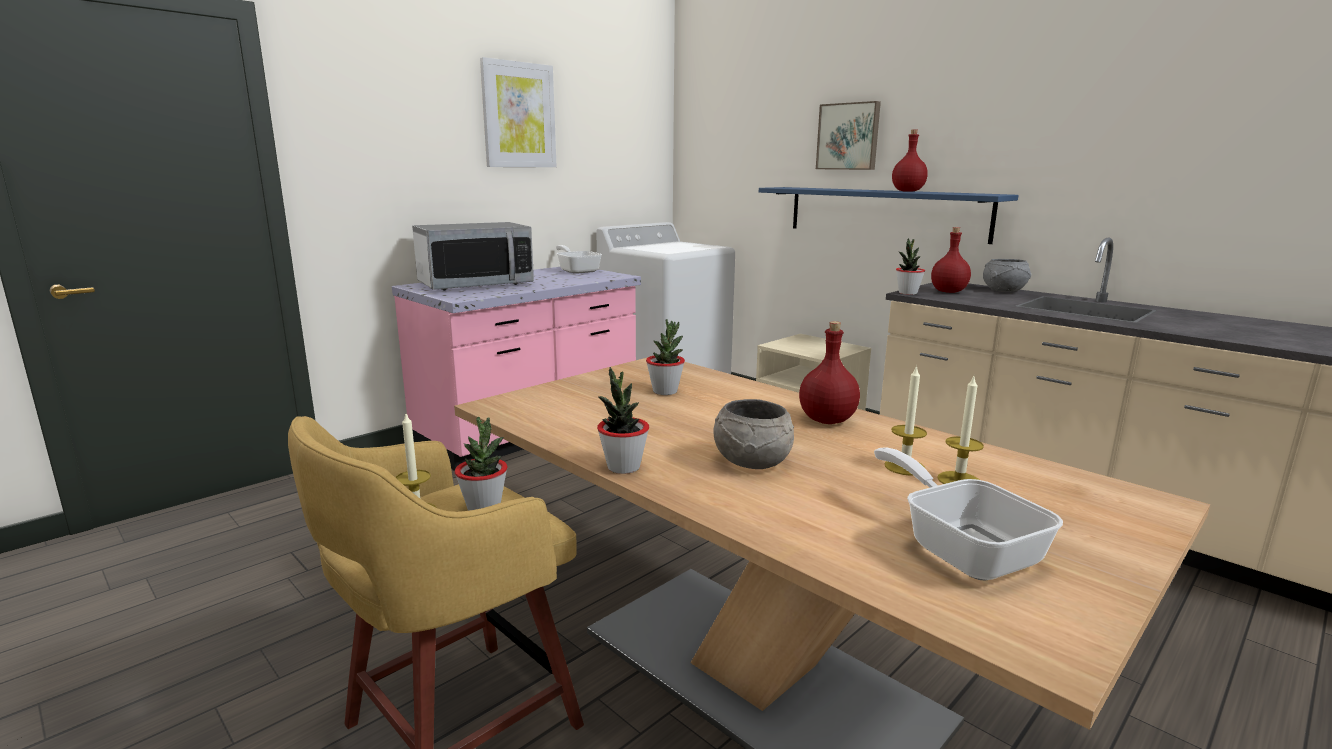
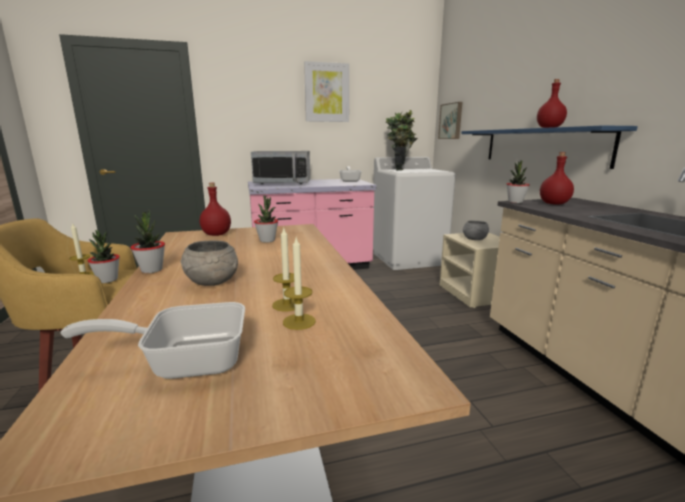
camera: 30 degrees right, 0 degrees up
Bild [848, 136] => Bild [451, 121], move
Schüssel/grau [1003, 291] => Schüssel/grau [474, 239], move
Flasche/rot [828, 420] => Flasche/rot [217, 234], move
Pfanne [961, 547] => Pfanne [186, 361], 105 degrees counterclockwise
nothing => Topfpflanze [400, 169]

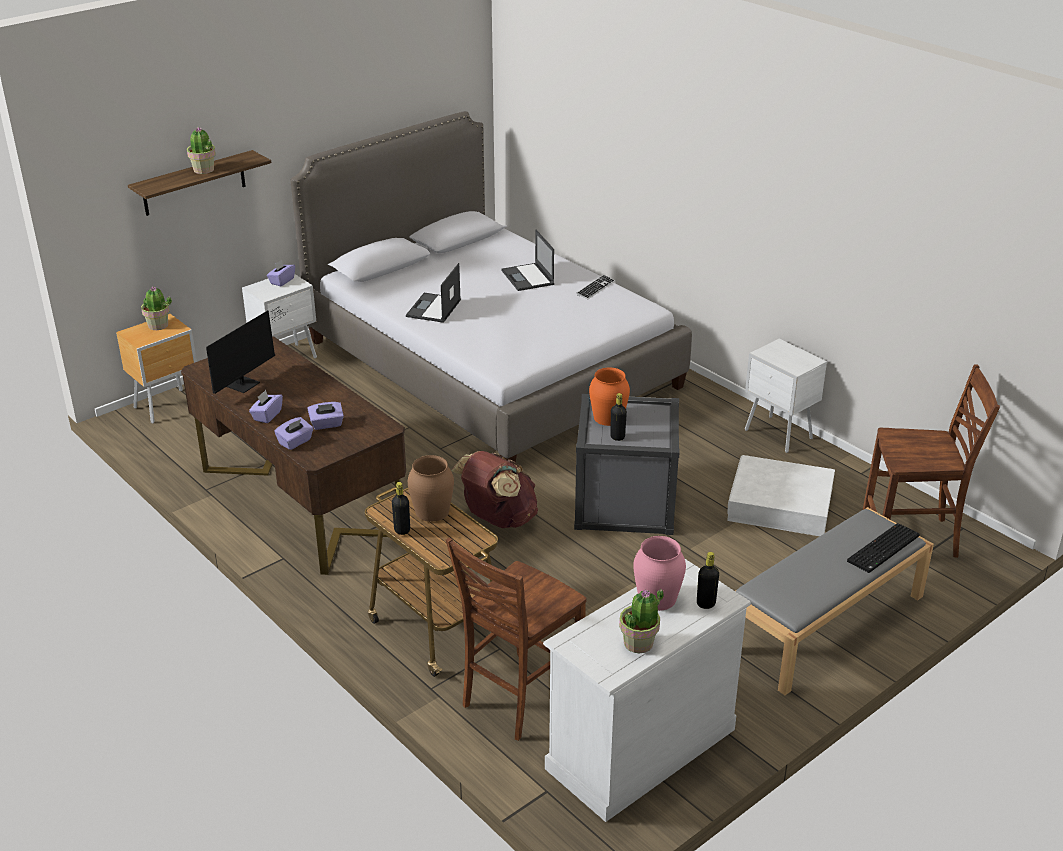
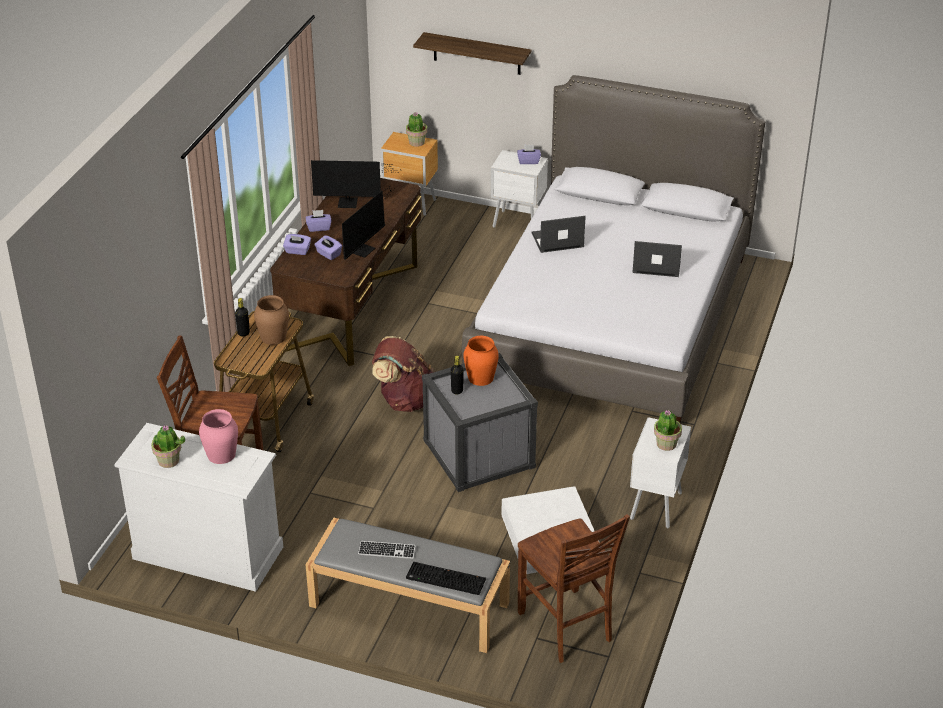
camera: 60 degrees right, 5 degrees up
Topfpflanze [203, 170] => Topfpflanze [666, 444], move
Laptop [528, 278] => Laptop [656, 264], 60 degrees clockwise
Tastatur [595, 288] => Tastatur [387, 551], move
Flasche/schwarz [706, 603] => nothing
nothing => Monitor [365, 248]

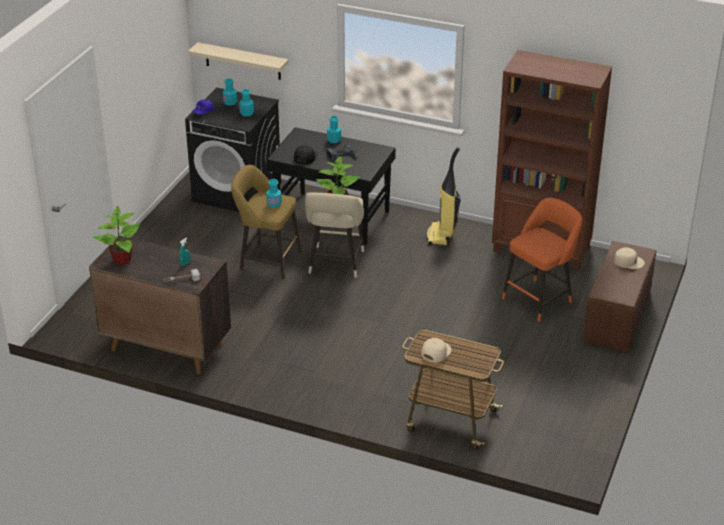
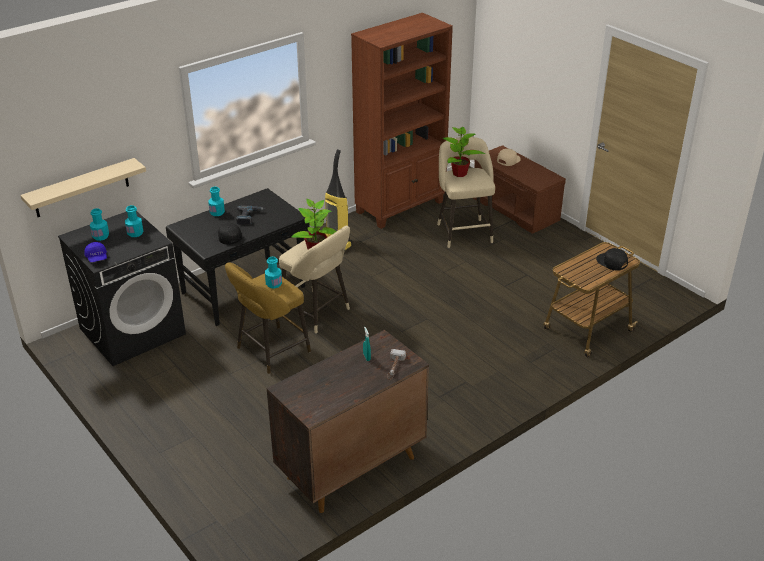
camera: 60 degrees left, 0 degrees up
Hocker/orange [539, 299] => Hocker/beige [463, 232]
Topfpflanze [122, 260] => Topfpflanze [459, 173], move
Kappe/beige [435, 352] => nothing
nothing => Kappe/schwarz [611, 262]

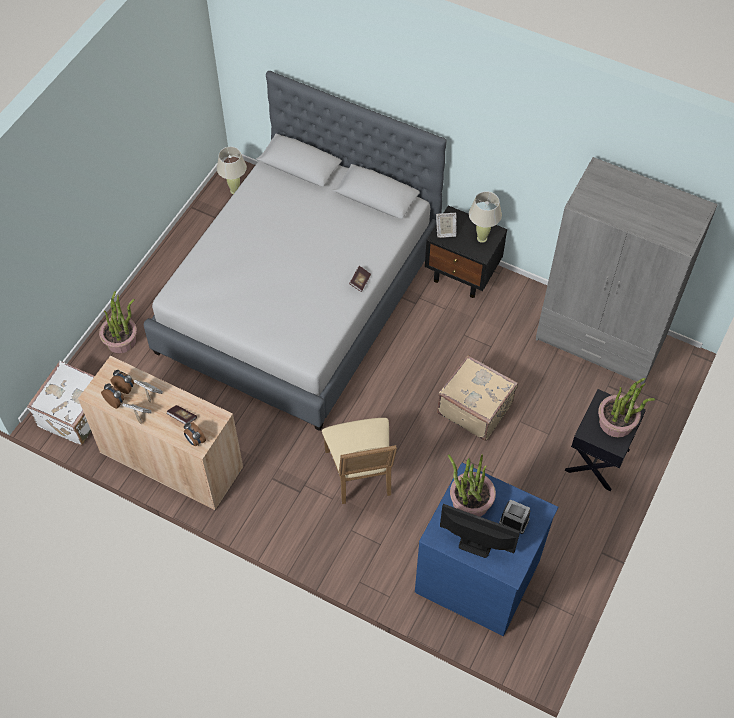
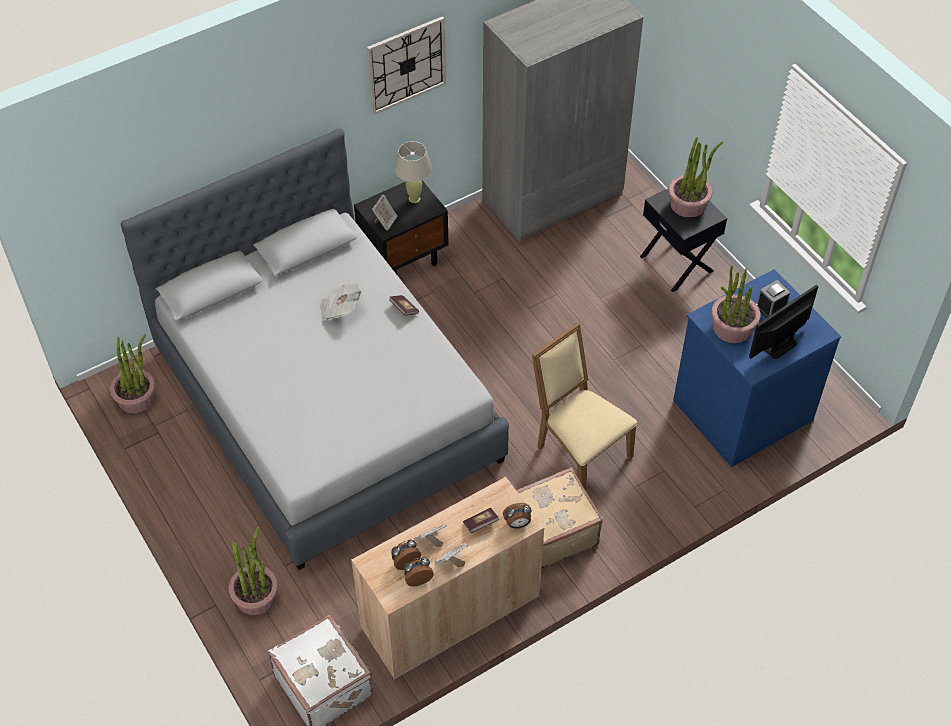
camera: 60 degrees left, 5 degrees down
Tischlampe/beige [235, 190] => Topfpflanze [136, 398]
Koffer/beige [475, 407] => Koffer/beige [551, 532], move
Stuhl/beige [361, 476] => Stuhl/beige [578, 450], 150 degrees counterclockwise
nothing => Wanduhr [406, 65]
nothing => Zeitung [340, 309]

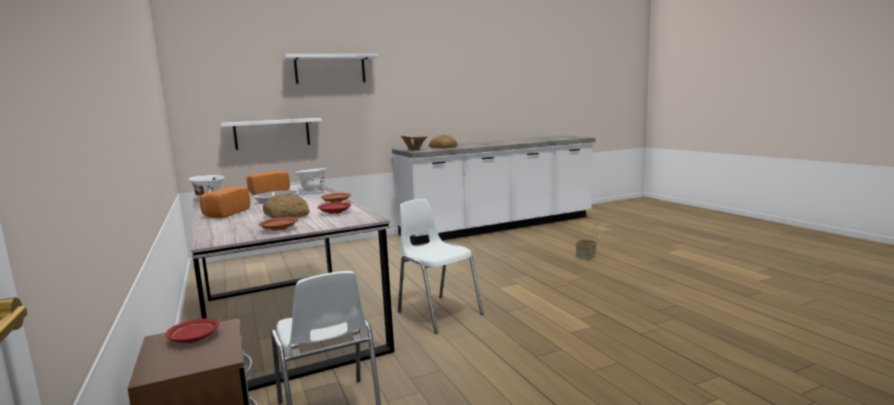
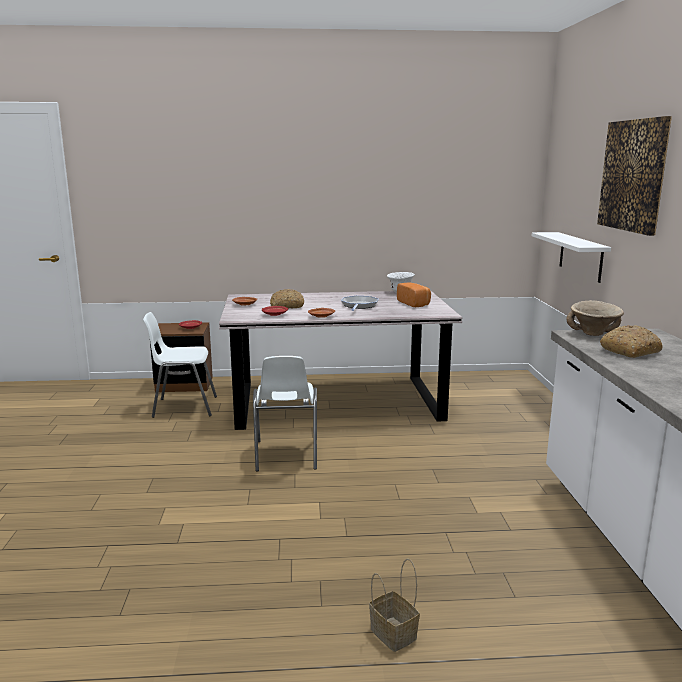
camera: 110 degrees right, 5 degrees up
Wandregal/weiß [330, 69] => Bild [633, 175]
Schüssel/weiß [313, 190] => nothing
Brot [225, 213] => nothing
Stuhl/weiß [438, 313] => Stuhl/weiß [286, 456], 105 degrees clockwise

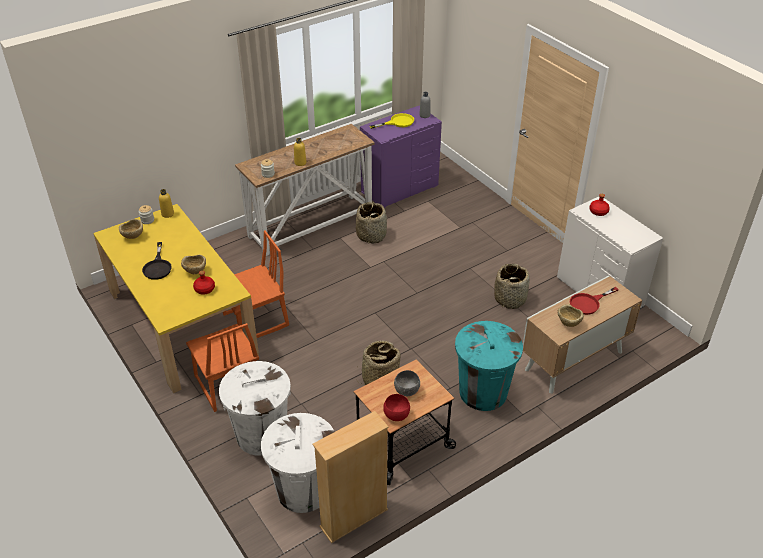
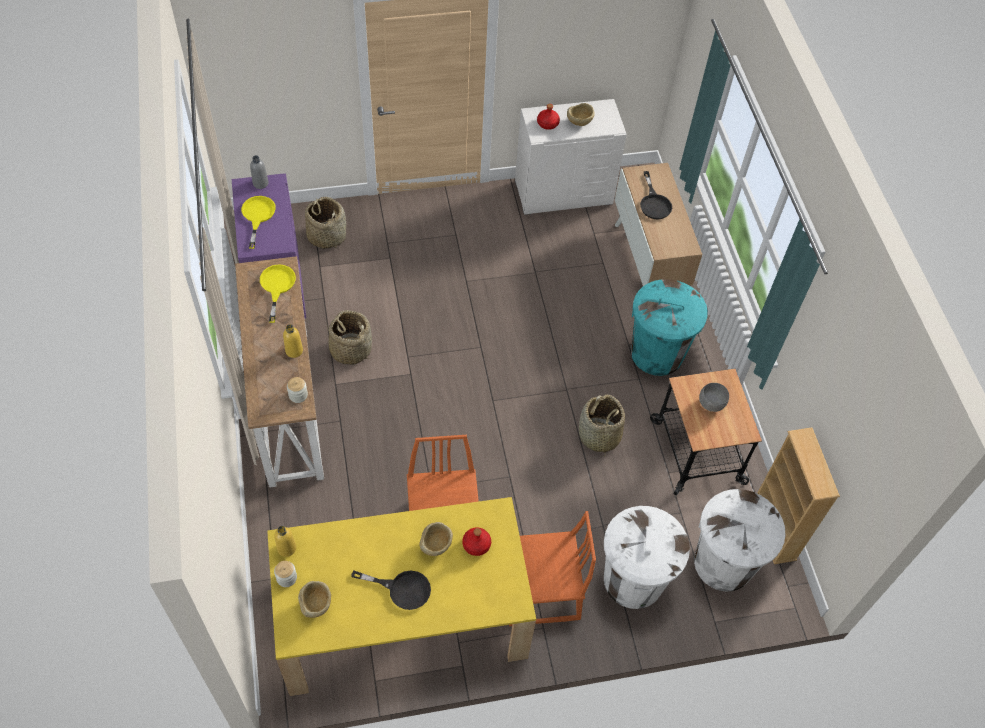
camera: 70 degrees left, 15 degrees up
Korb [510, 298] => Korb [326, 236], move
Pfanne/rot [588, 303] => Pfanne/schwarz [654, 203]
Schüssel/beige [568, 323] => Schüssel/beige [579, 123], move
Schüssel/rot [396, 415] => nothing
nothing => Pfanne/gelb [277, 286]

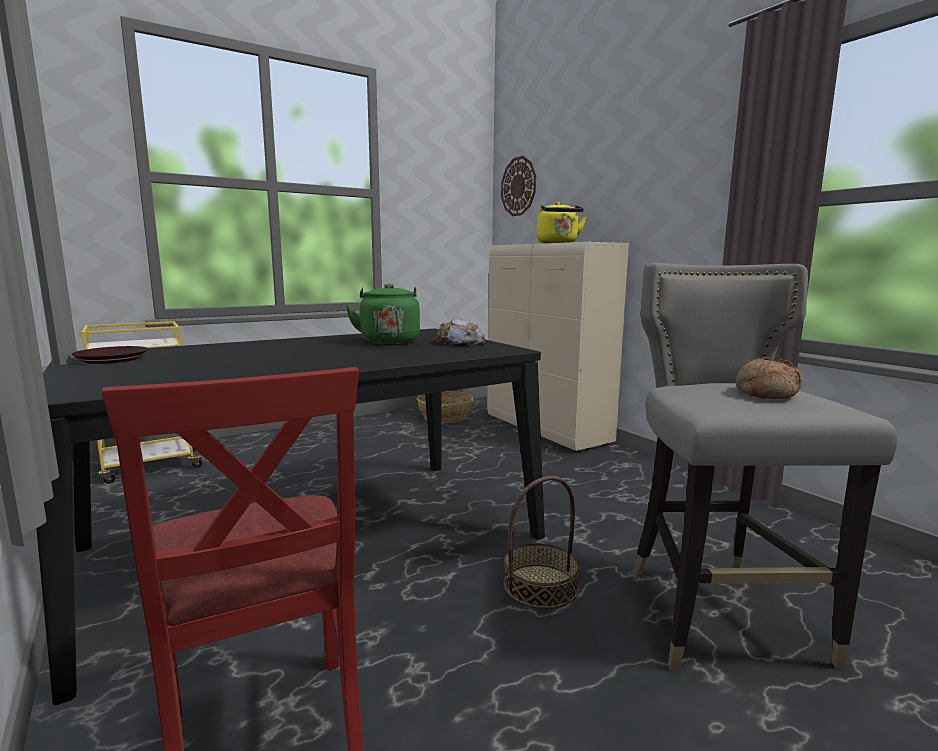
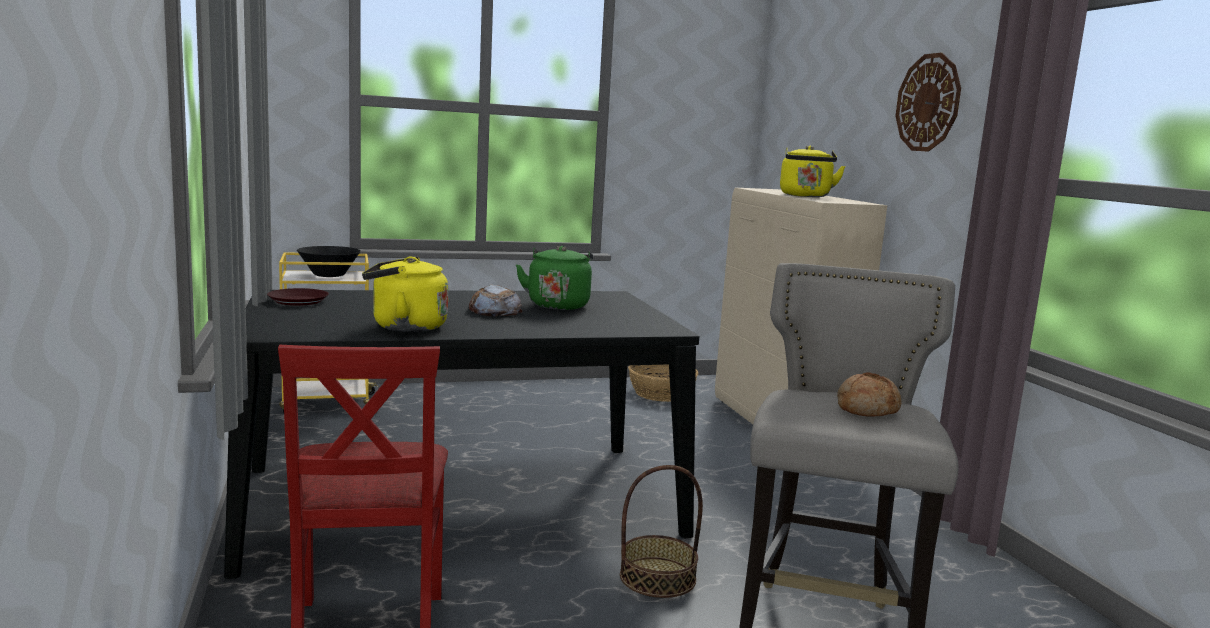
camera: 15 degrees right, 0 degrees up
Wanduhr [518, 186] => Wanduhr [928, 103], move
Brot [459, 342] => Brot [494, 311], move
nothing => Schüssel/schwarz [329, 275]
nothing => Wasserkessel/gelb [404, 327]

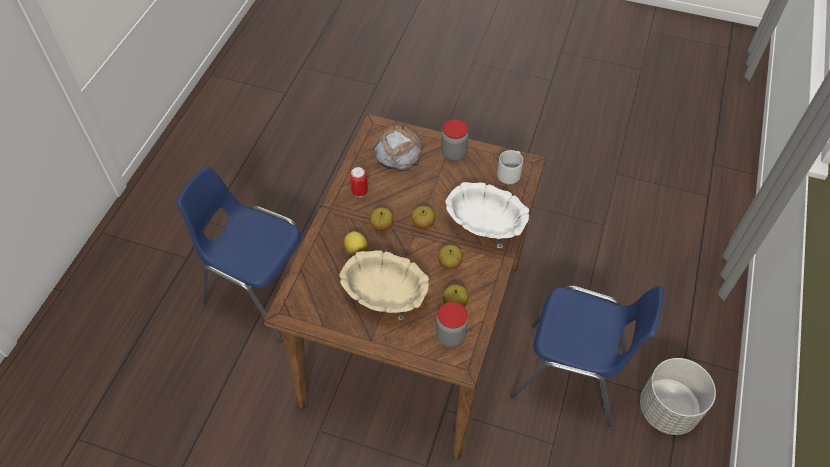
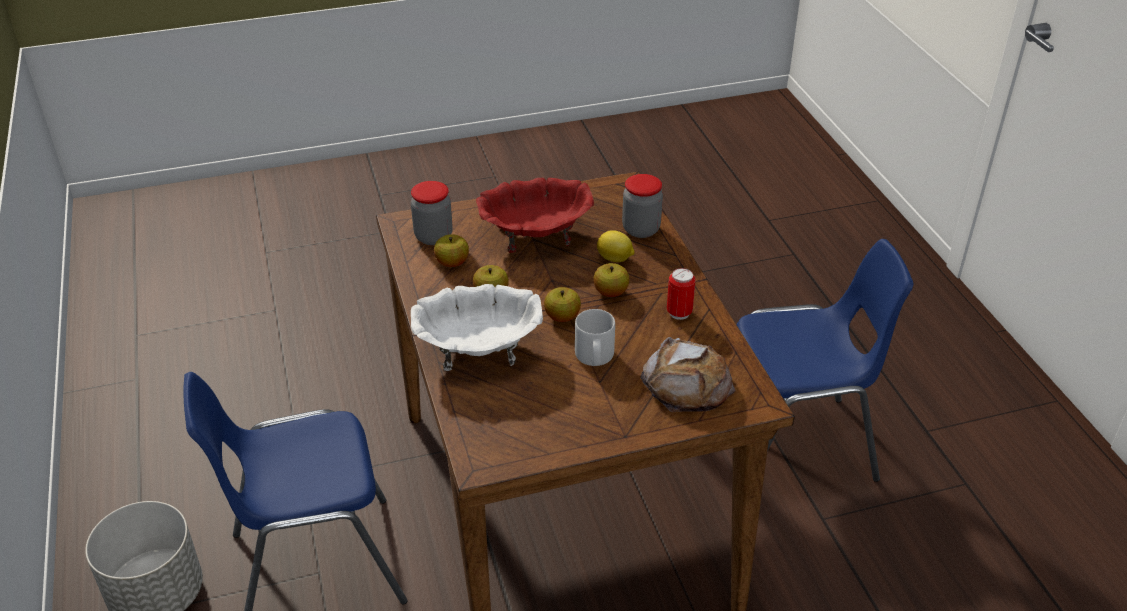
camera: 145 degrees right, 15 degrees down
Vorratsglas [453, 153] => Vorratsglas [641, 229], move
Henkelbecher/grau [510, 173] => Henkelbecher/grau [594, 357], move
Schüssel/beige [384, 297] => Schüssel/rot [536, 235]

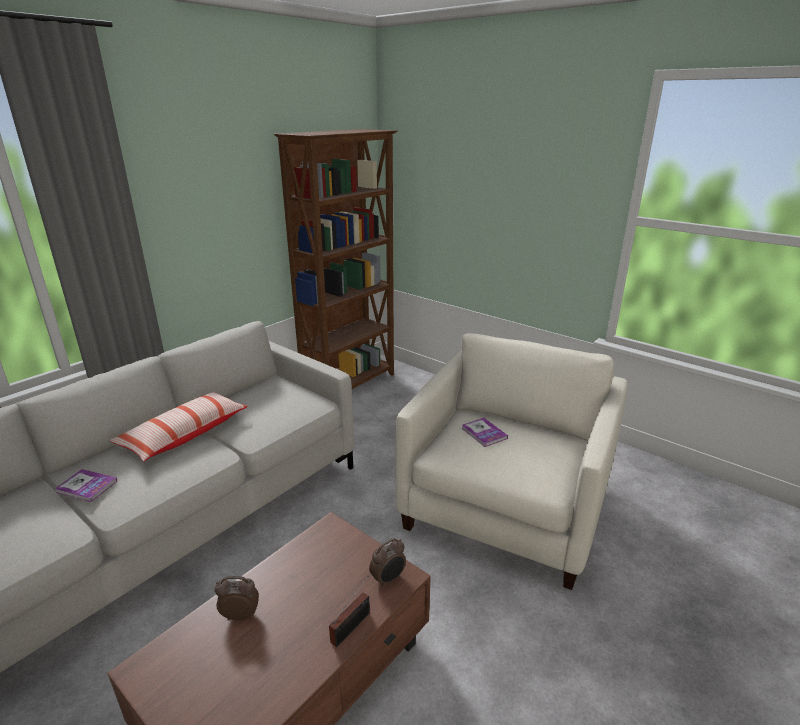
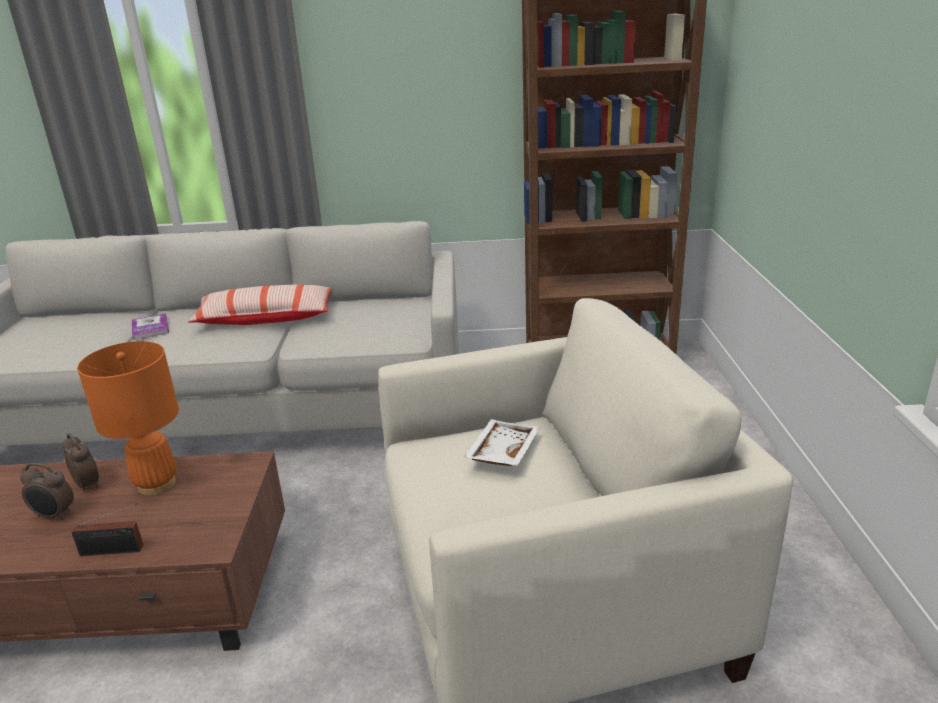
camera: 50 degrees right, 0 degrees up
Buch [484, 433] => Tablett/weiß [501, 452]
Wecker [388, 579] => Wecker [54, 516], move
nothing => Tischlampe/orange [156, 484]

